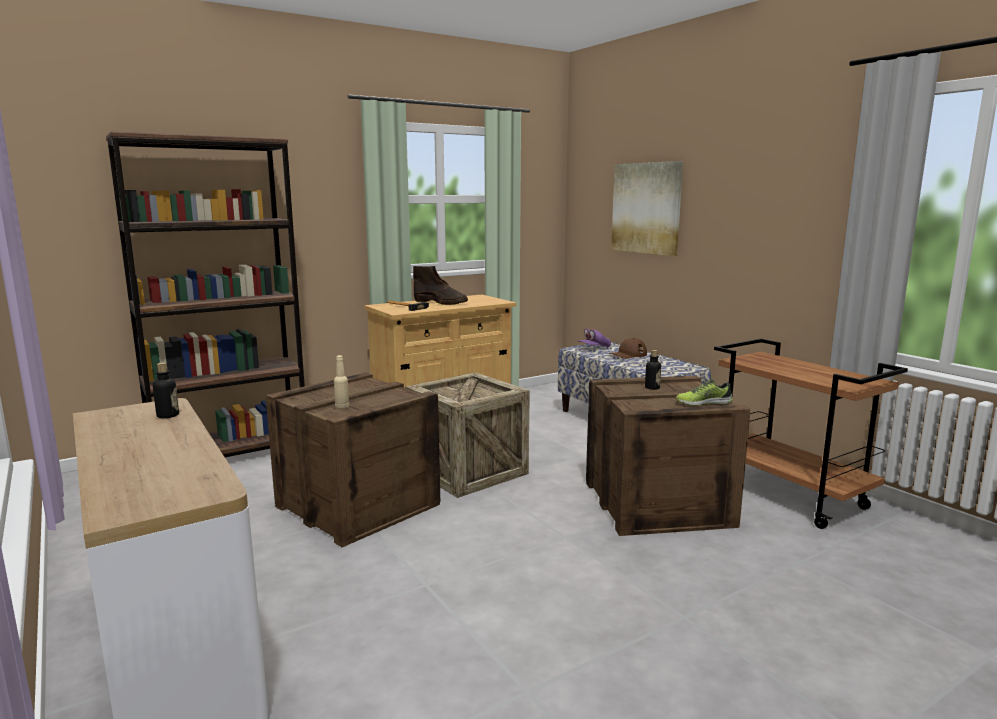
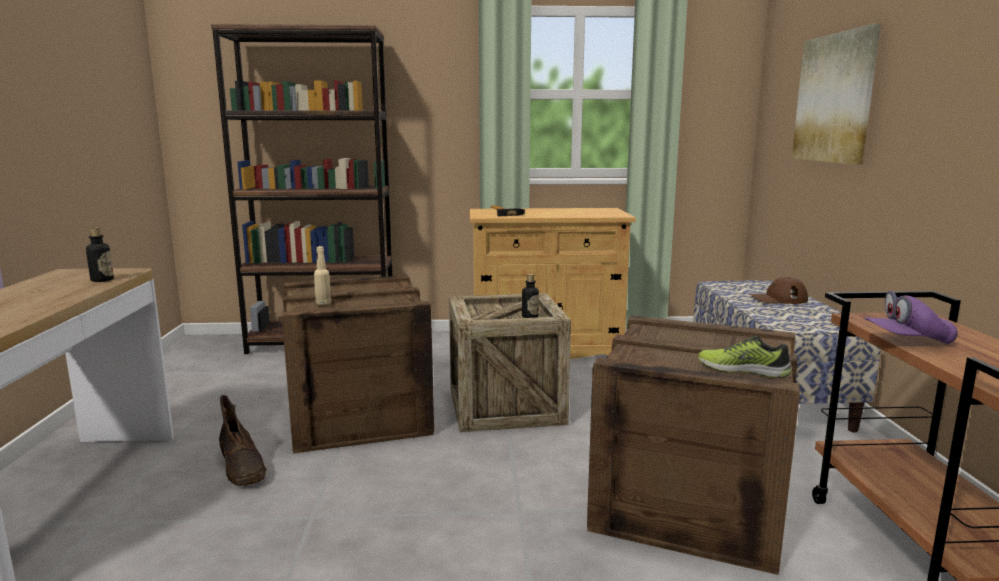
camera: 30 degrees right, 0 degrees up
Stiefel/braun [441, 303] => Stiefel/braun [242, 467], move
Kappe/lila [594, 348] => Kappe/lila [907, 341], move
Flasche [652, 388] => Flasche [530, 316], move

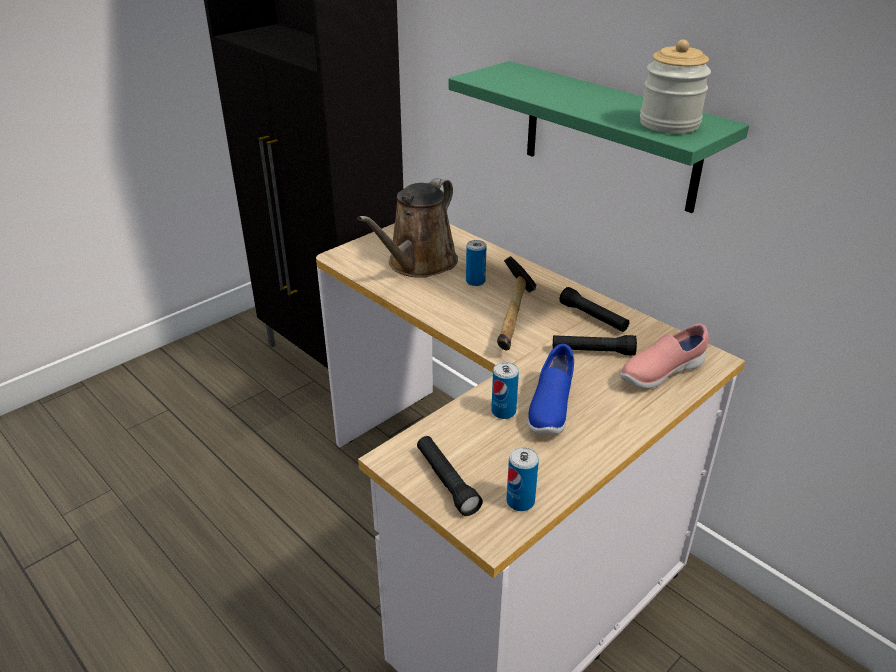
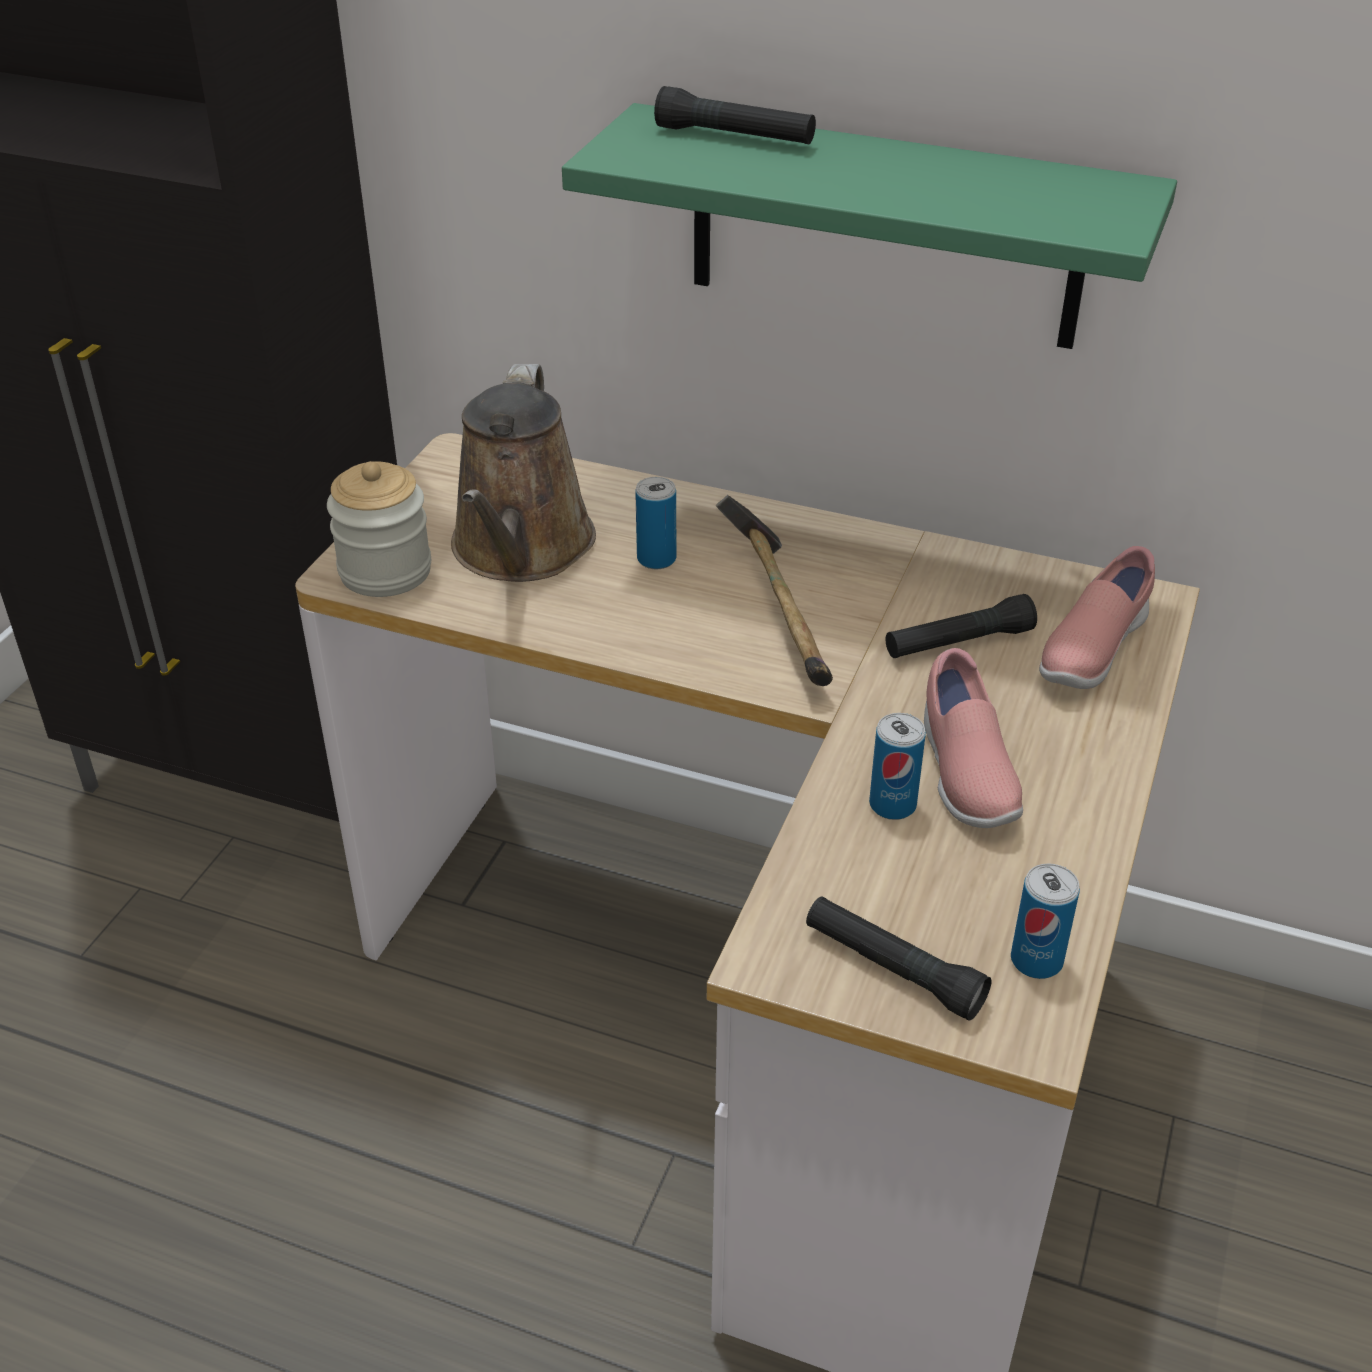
camera: 25 degrees left, 5 degrees up
Vorratsglas [669, 124] => Vorratsglas [385, 571], move
Taschenlampe/schwarz [593, 317] => Taschenlampe/schwarz [735, 137], move
Schuh/blau [550, 408] => Schuh/rosa [964, 773]

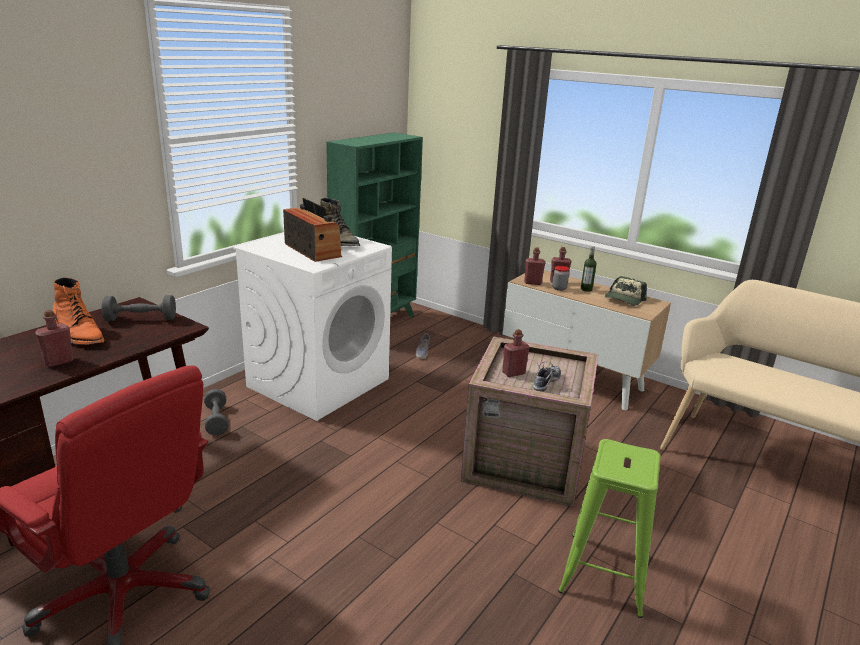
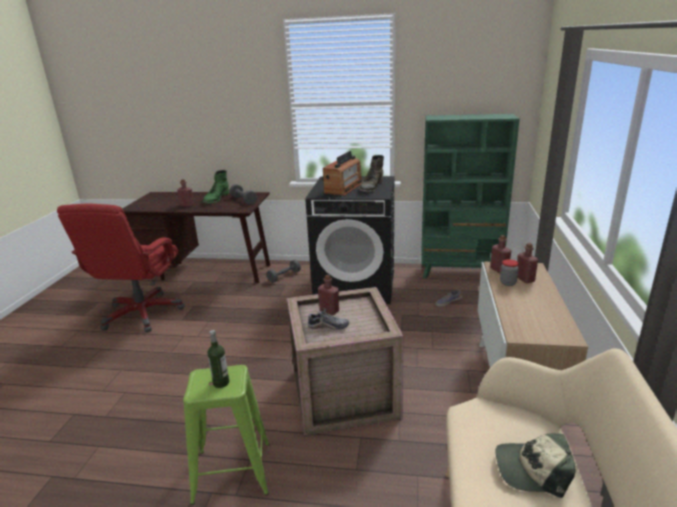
camera: 65 degrees right, 0 degrees up
Waschmaschine/weiß [319, 382] => Waschmaschine/schwarz [356, 285]
Flasche [586, 289] => Flasche [221, 383], move
Kappe [624, 299] => Kappe [532, 470], move
Stiefel/orange [78, 334] => Stiefel/grün [216, 198]

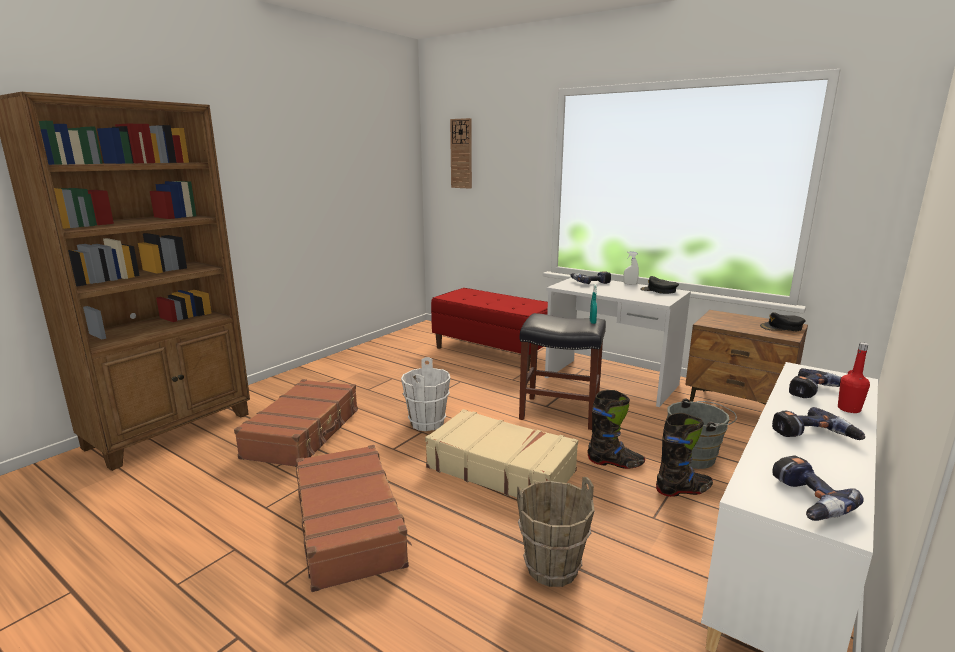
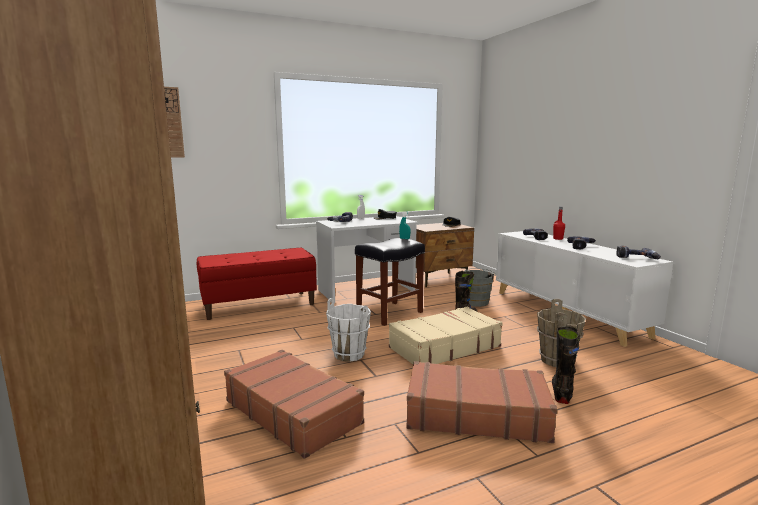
camera: 60 degrees left, 5 degrees down
Stiefel/schwarz [683, 490] => Stiefel/schwarz [561, 393], move

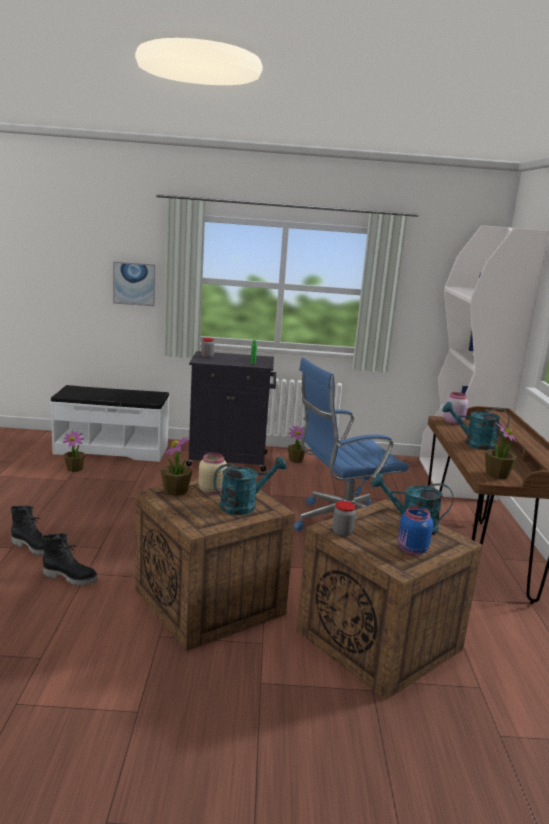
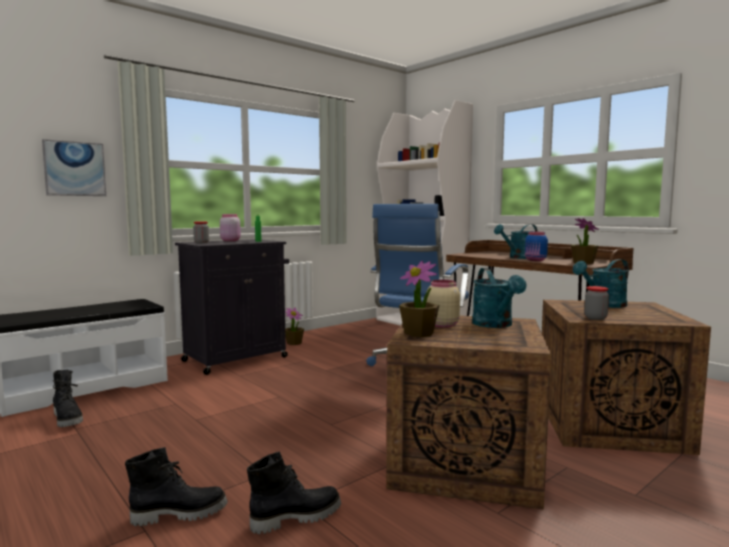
camera: 40 degrees left, 10 degrees down
Vorratsglas/rosa [453, 422] => Vorratsglas/rosa [230, 240], move
Topfpflanze [74, 469] => Stiefel/schwarz [68, 419]
Gießkanne/türkis [244, 505] => Gießkanne/türkis [495, 325], 150 degrees clockwise
Vorratsglas/blau [411, 550] => Vorratsglas/blau [535, 260], move

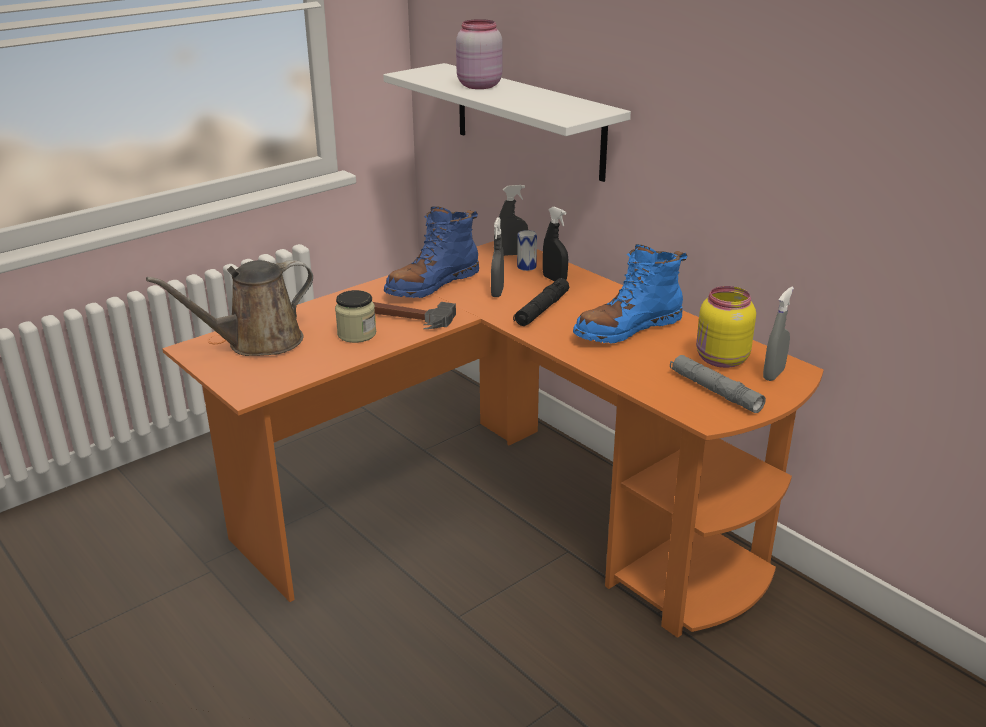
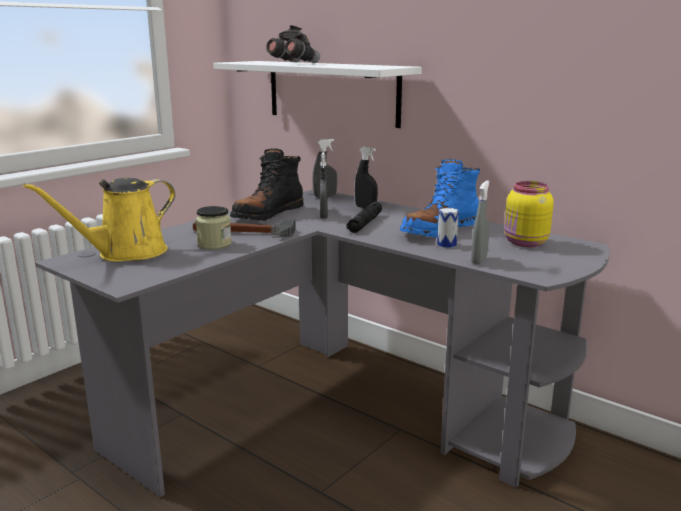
camera: 10 degrees left, 10 degrees down
Vorratsglas/rosa [478, 86] => Fernglas/grau [293, 63]
Stiefel/blau [432, 285] => Stiefel/schwarz [268, 214]
Dose [526, 267] => Dose [446, 245], move
Schreibtisch/orange [504, 516] => Schreibtisch/grau [338, 408]
Gießkanne/braun [258, 343] => Gießkanne/gelb [126, 253]
Sprühflasche/grau [773, 374] => Sprühflasche/grau [479, 260], move
Taschenlampe/grau [715, 391] => nothing

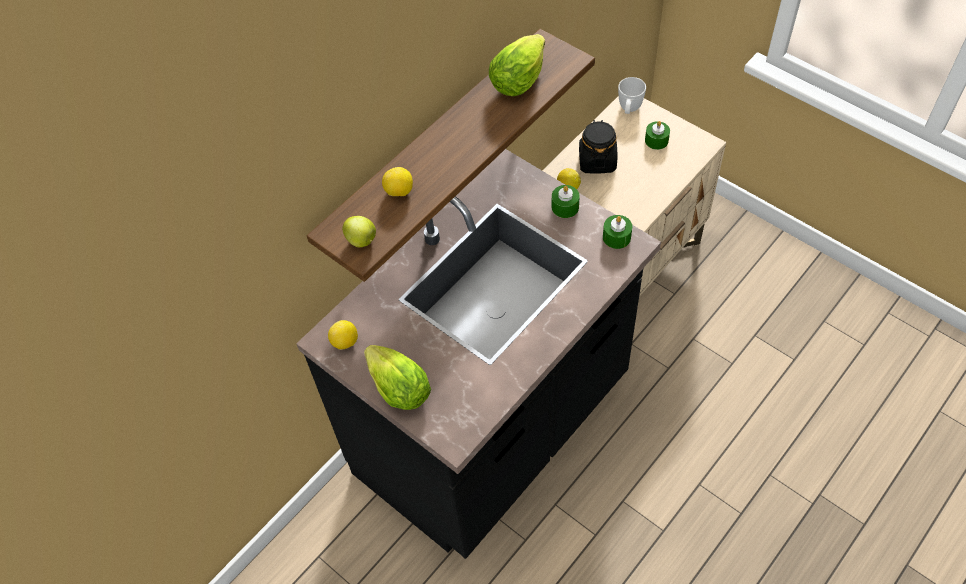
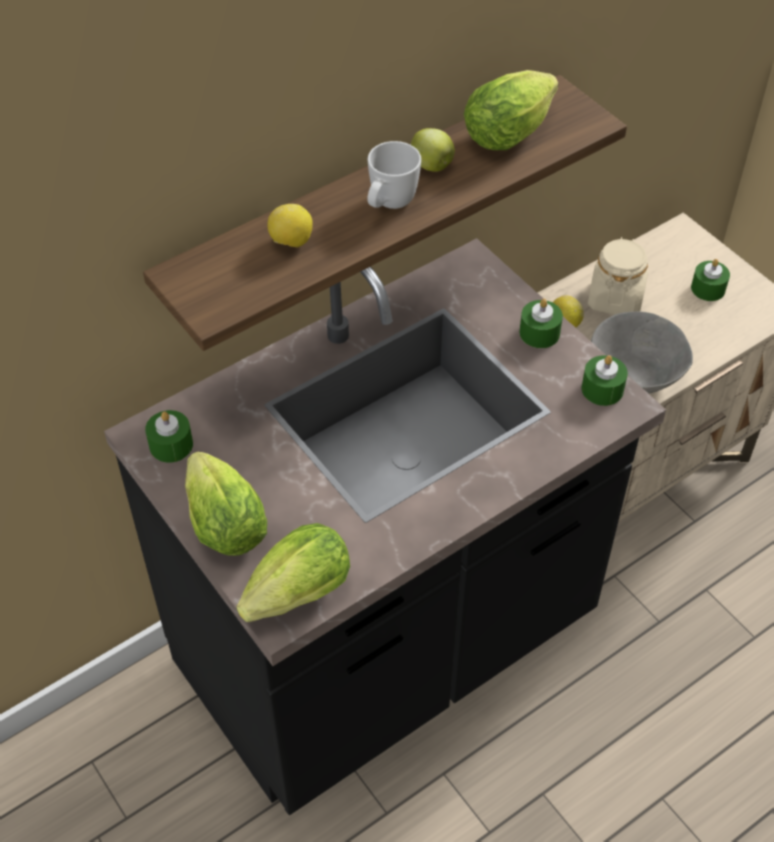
camera: 10 degrees right, 5 degrees down
Henkelbecher/weiß [629, 110] => Henkelbecher/weiß [389, 205], move
Vorratsglas/schwarz [597, 161] => Vorratsglas/beige [615, 298]
Apfel [362, 241] => Apfel [433, 166], move
Zitrone [345, 342] => Kerze/grün [171, 445]
nothing => Schüssel/grau [633, 376]
nothing => Salatkopf [293, 598]

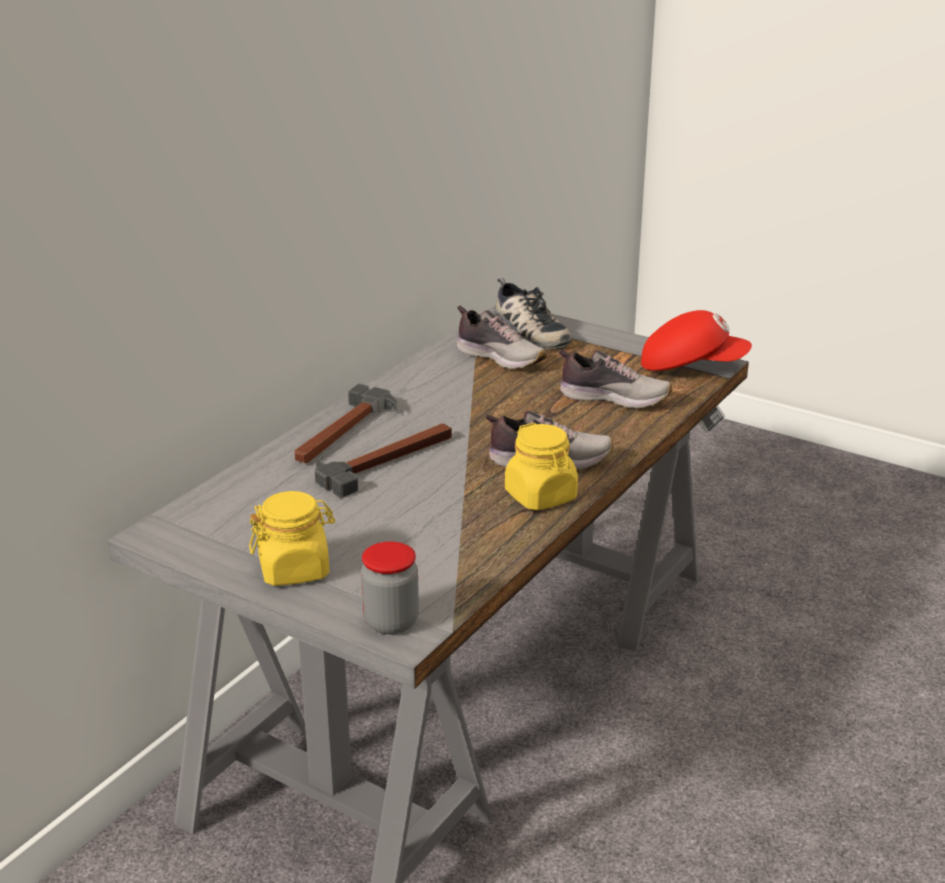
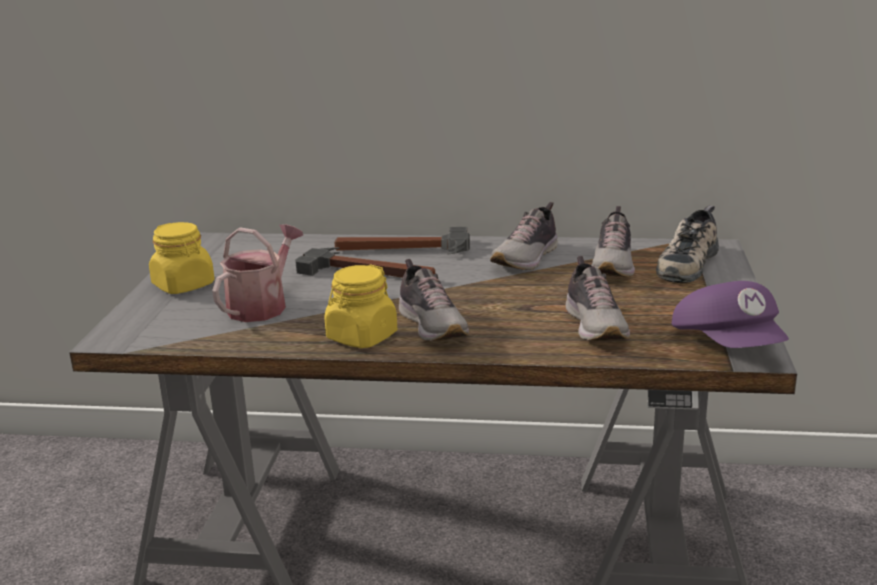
camera: 65 degrees right, 5 degrees down
Kappe/rot [691, 366] => Kappe/lila [729, 346]
Vorratsglas [391, 622] => nothing
nothing => Schuh [527, 258]
nothing => Gießkanne [262, 306]

